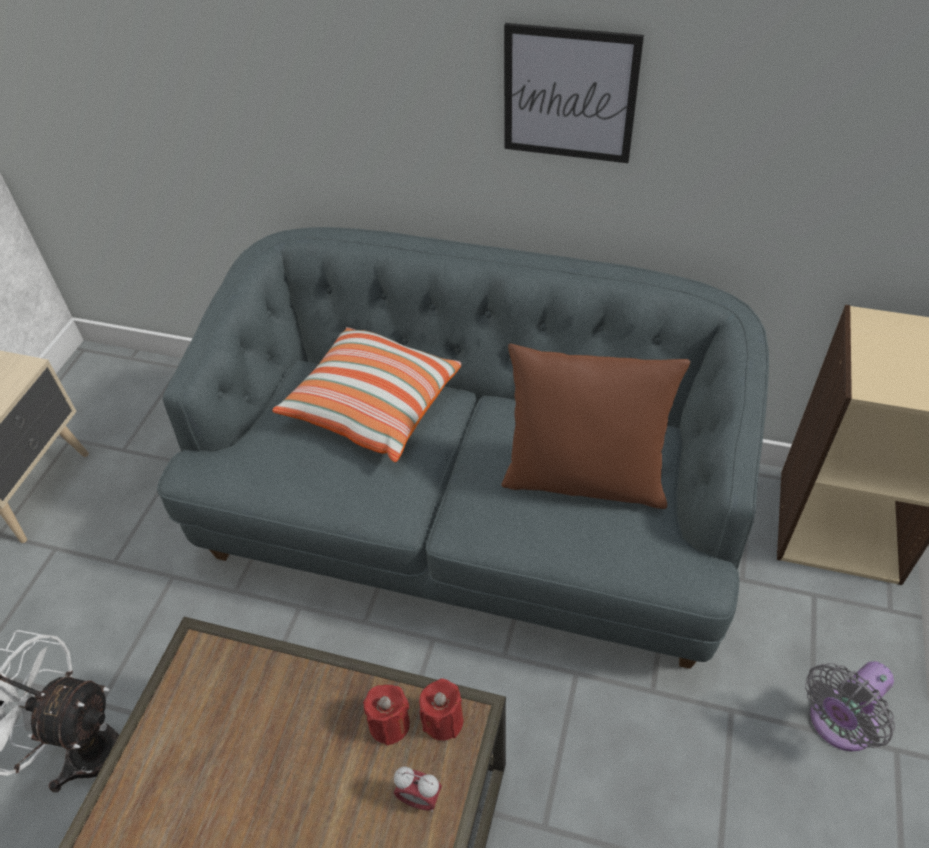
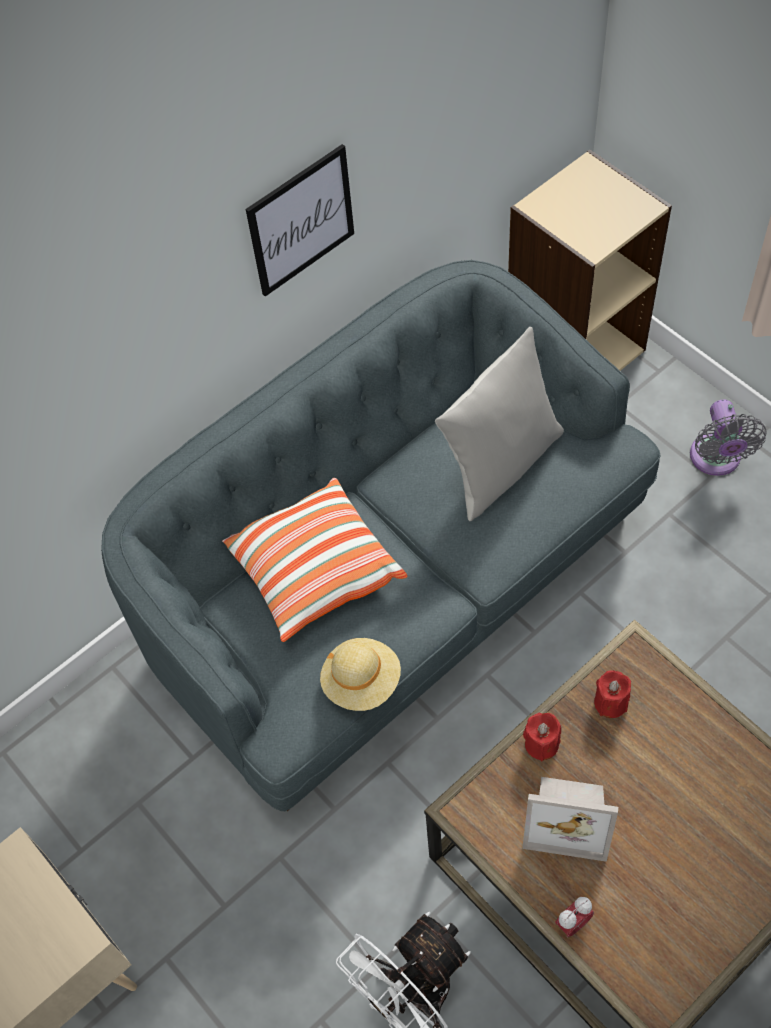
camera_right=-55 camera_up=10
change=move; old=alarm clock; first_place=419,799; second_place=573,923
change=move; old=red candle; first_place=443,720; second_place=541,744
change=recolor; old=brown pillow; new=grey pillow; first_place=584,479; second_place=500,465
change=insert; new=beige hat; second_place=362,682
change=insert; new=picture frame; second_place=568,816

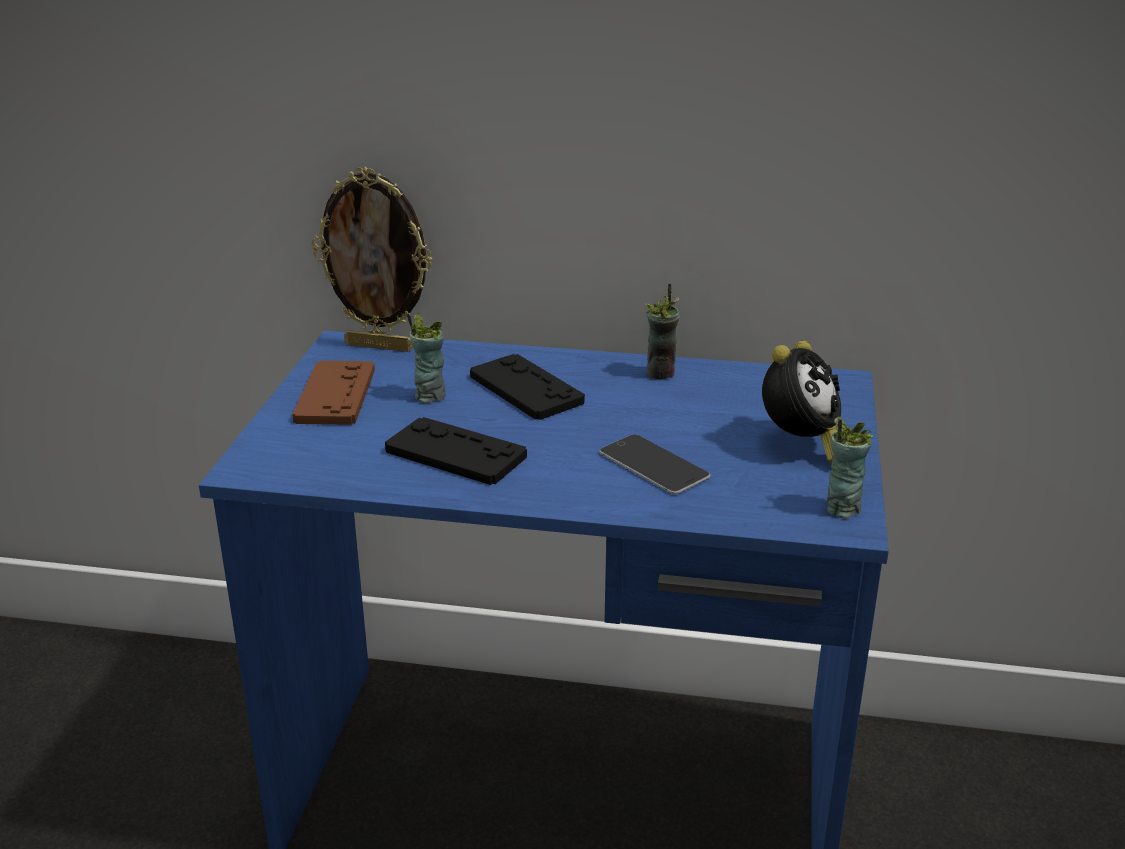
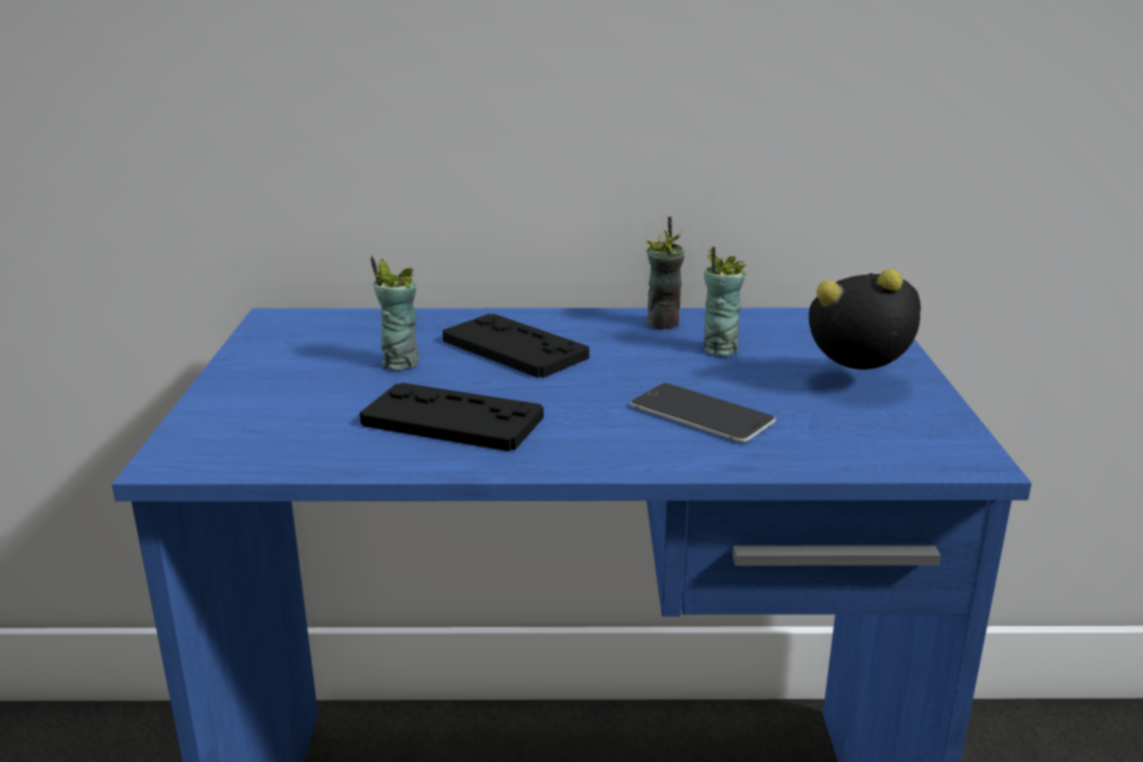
camera_right=-10 camera_up=-5
change=delete; old=brown game controller; first_place=335,395
change=delete; old=picture frame; first_place=380,346
change=rotate; old=alarm clock; first_place=801,446; second_place=860,381; degrees=-105
change=move; old=cup; first_place=842,508; second_place=719,349

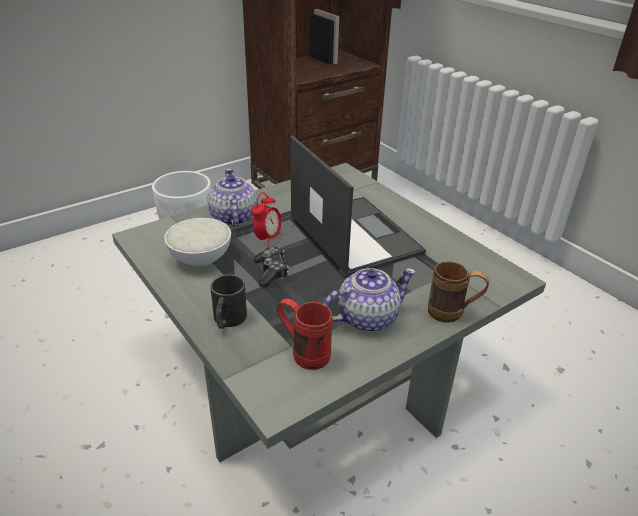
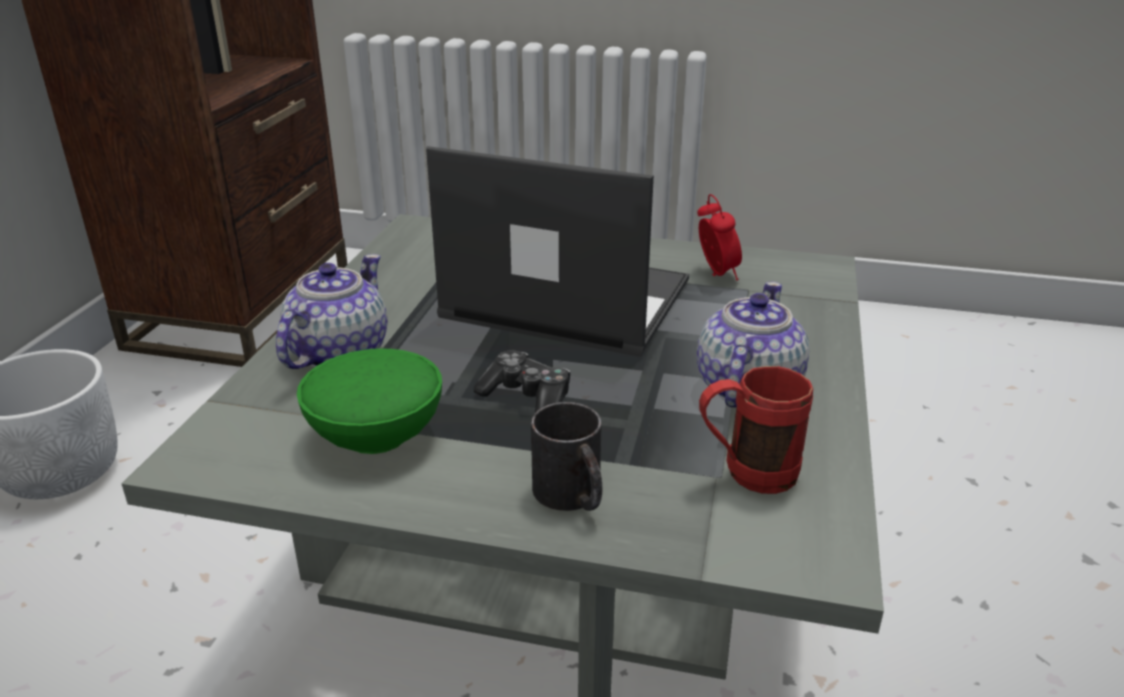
camera_right=-40 camera_up=-5
change=recolor; old=white bowl; new=green bowl; first_place=199,258; second_place=374,436
change=rotate; old=teapot; first_place=233,218; second_place=337,354; degrees=75
change=move; old=alarm clock; first_place=267,238; second_place=716,274
change=delete; old=brown mug; first_place=453,314

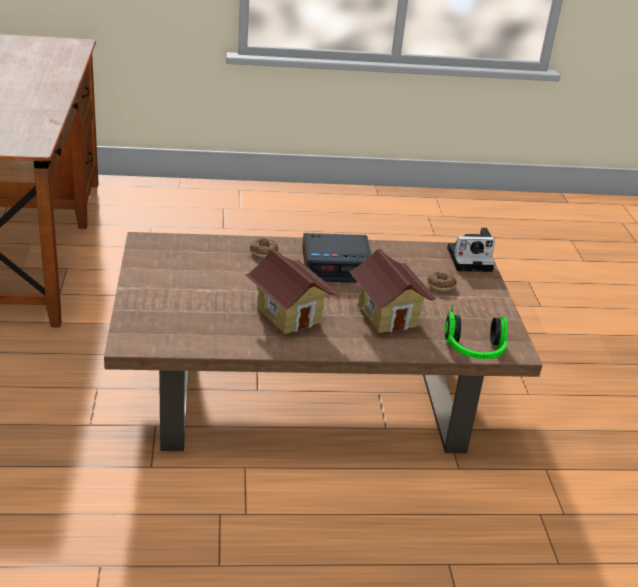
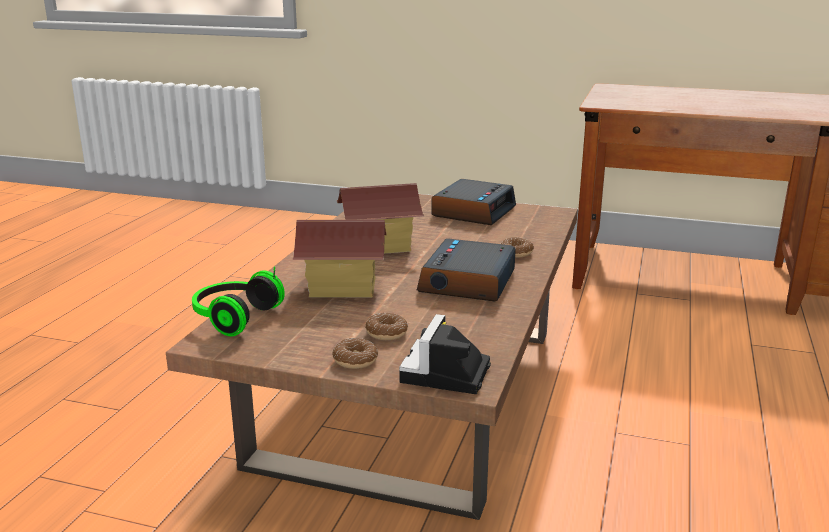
camera_right=115 camera_up=-10
change=insert; new=donut; second_place=355,360
change=insert; new=alarm clock; second_place=473,211

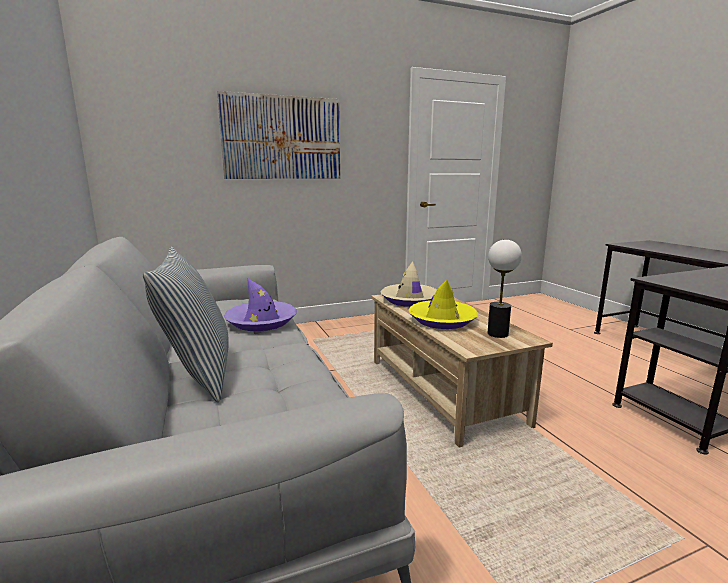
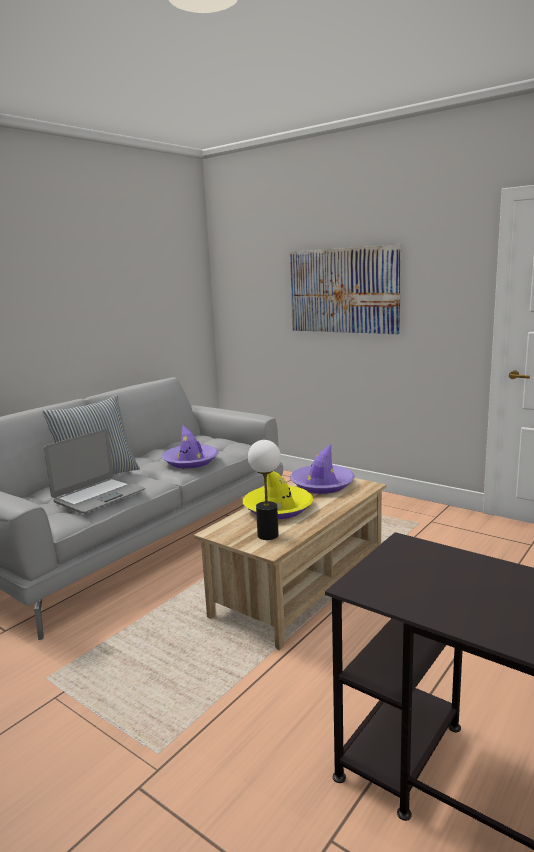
camera_right=60 camera_up=0
change=recolor; old=beige hat; new=purple hat; first_place=409,300; second_place=322,485
change=insert; new=laptop; second_place=99,496

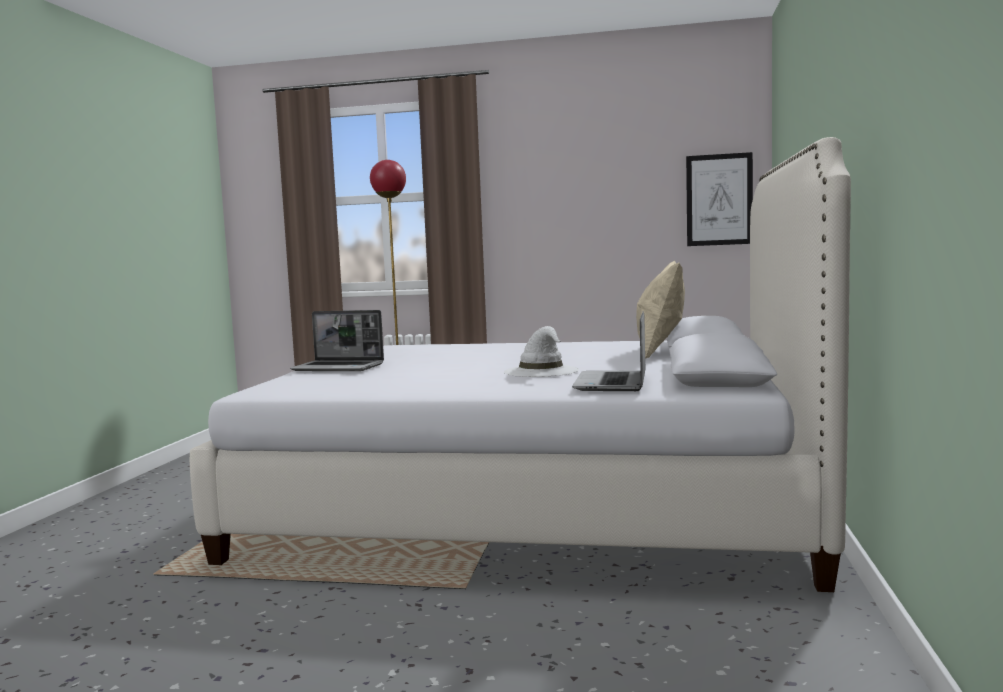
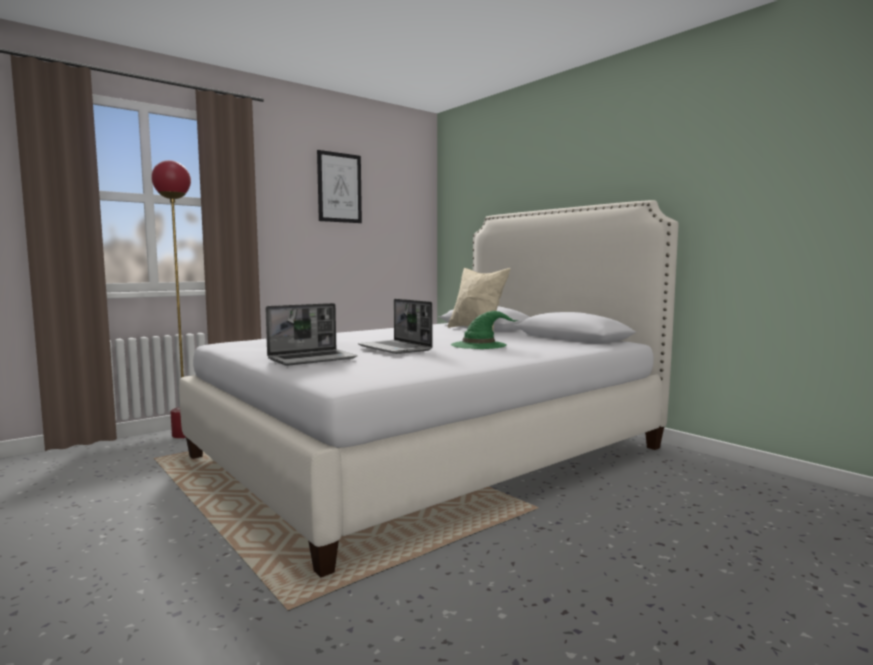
camera_right=-50 camera_up=0
change=recolor; old=white hat; new=green hat; first_place=542,371; second_place=479,345
change=move; old=laptop; first_place=612,383; second_place=396,348
change=move; old=picture; first_place=719,200; second_place=339,187

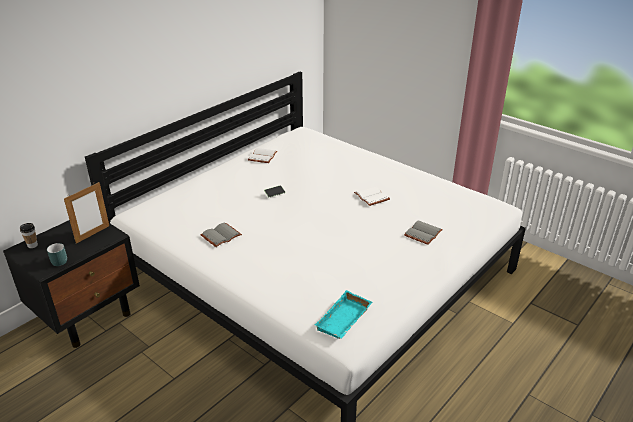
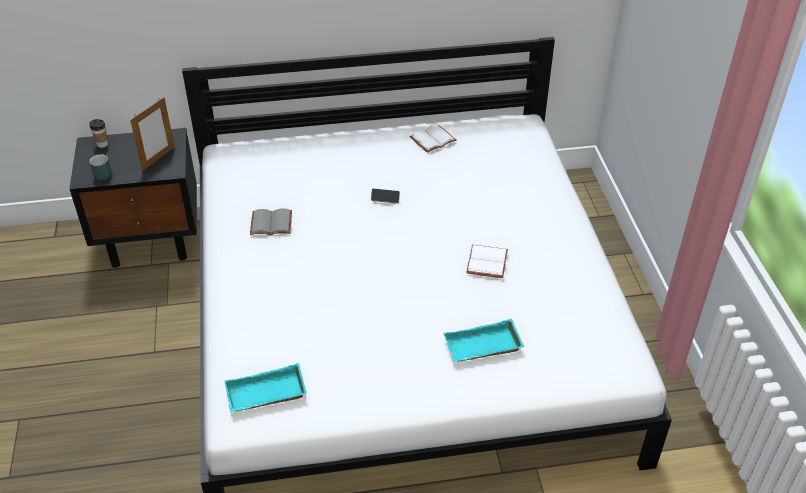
camera_right=40 camera_up=10
change=rotate; old=picture frame; first_place=92,234; second_place=158,158; degrees=-45
change=replace; old=grey book; new=turquoise tray; first_place=423,234; second_place=482,348

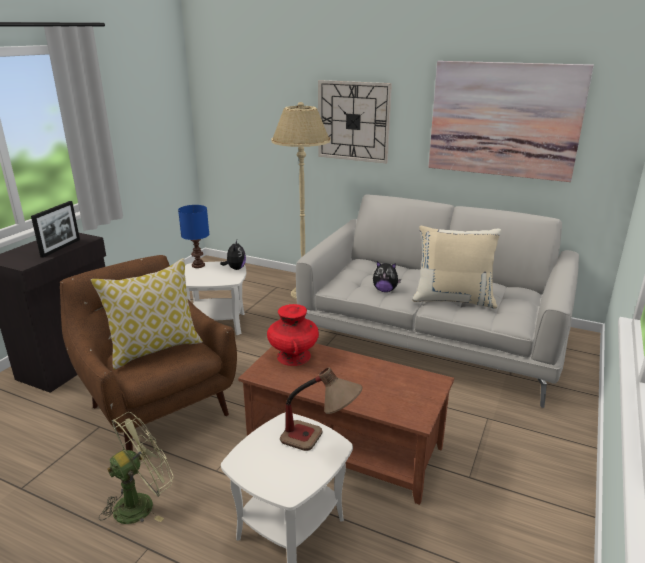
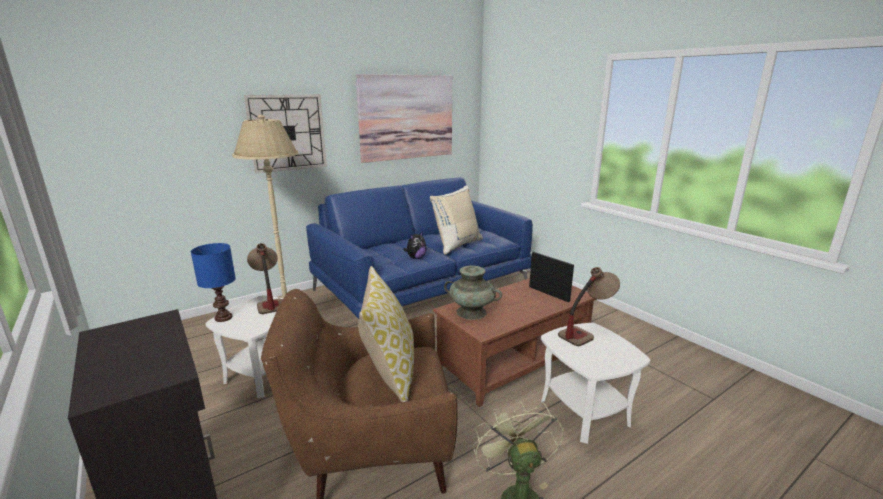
camera_right=-60 camera_up=-5
change=move; old=picture frame; first_place=61,248; second_place=548,294
change=replace; old=plush toy; new=table lamp; first_place=235,268; second_place=269,301
change=recolor; old=red vase; new=turquoise vase; first_place=293,356; second_place=471,312
change=recolor; old=grey sofa; new=blue sofa; first_place=432,337; second_place=423,288

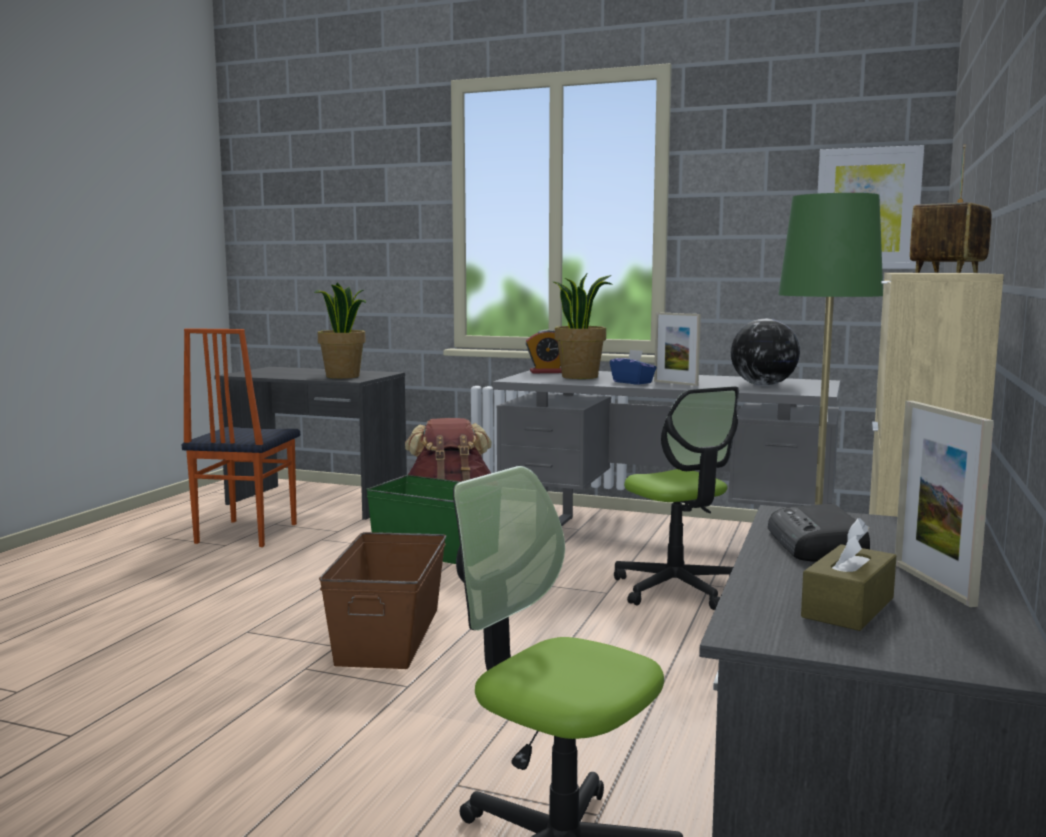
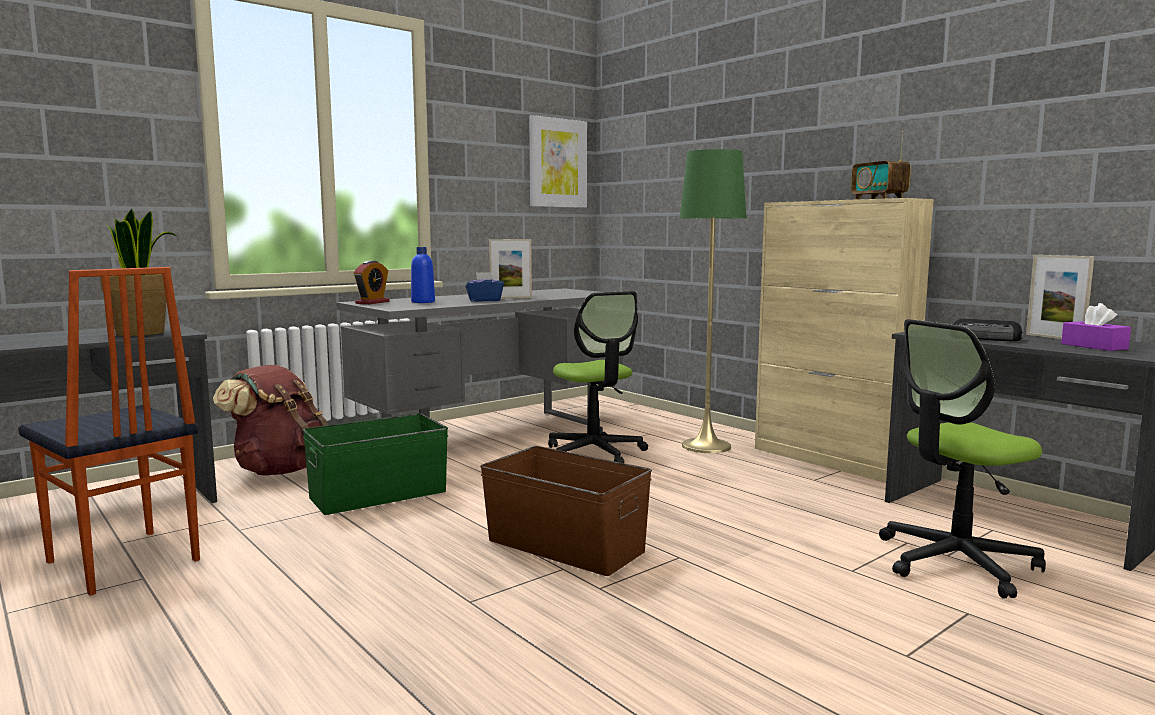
camera_right=-60 camera_up=0
change=replace; old=potted plant; new=blue bottle; first_place=580,377; second_place=423,302
change=rotate; old=office chair; first_place=677,588; second_place=595,453; degrees=60
change=delete; old=globe; first_place=763,385
change=recolor; old=brown tissue box; new=purple tissue box; first_place=848,607; second_place=1094,346
change=rotate; old=picture frame; first_place=933,584; second_place=1054,338; degrees=45

